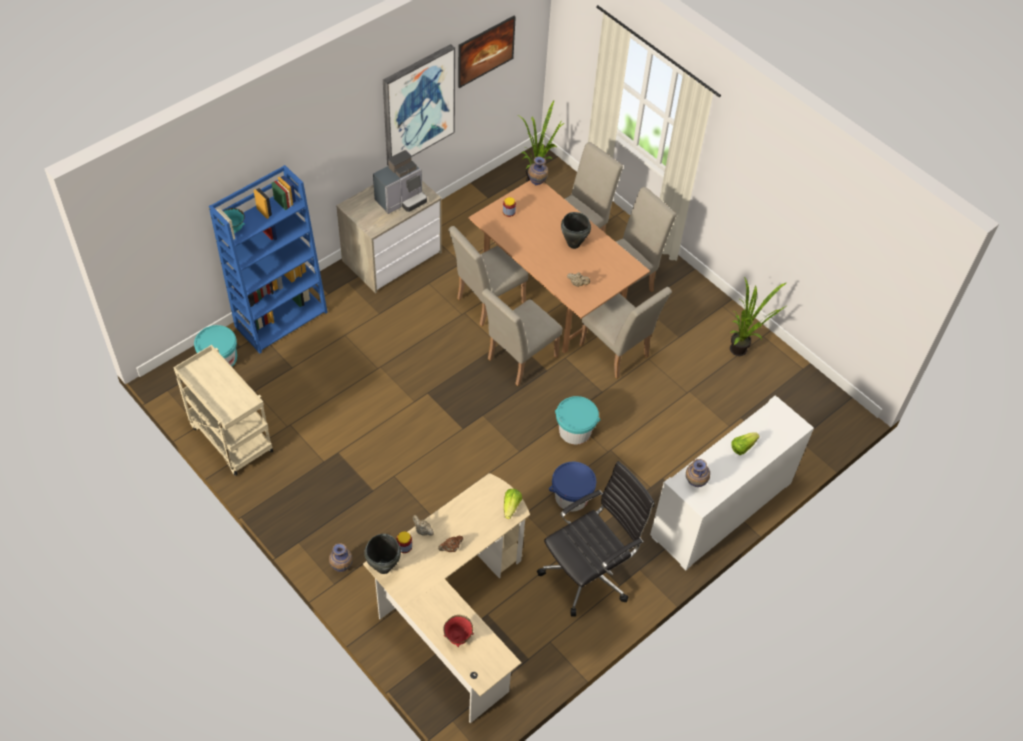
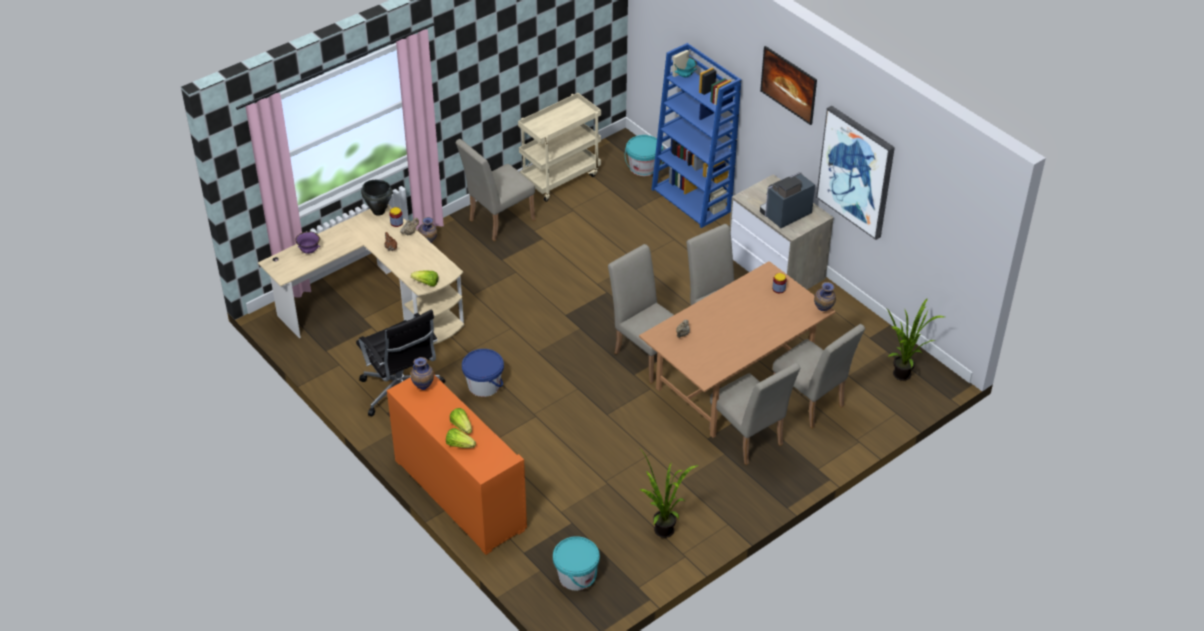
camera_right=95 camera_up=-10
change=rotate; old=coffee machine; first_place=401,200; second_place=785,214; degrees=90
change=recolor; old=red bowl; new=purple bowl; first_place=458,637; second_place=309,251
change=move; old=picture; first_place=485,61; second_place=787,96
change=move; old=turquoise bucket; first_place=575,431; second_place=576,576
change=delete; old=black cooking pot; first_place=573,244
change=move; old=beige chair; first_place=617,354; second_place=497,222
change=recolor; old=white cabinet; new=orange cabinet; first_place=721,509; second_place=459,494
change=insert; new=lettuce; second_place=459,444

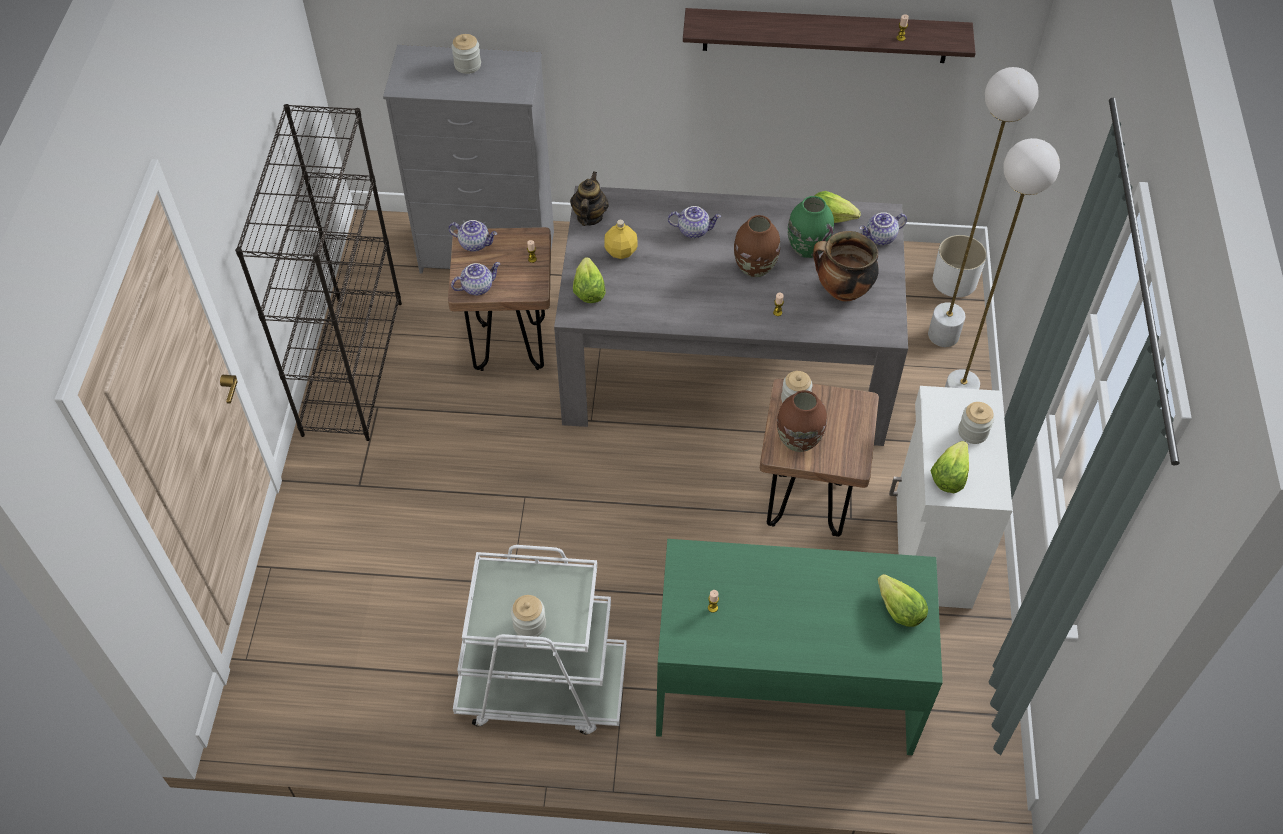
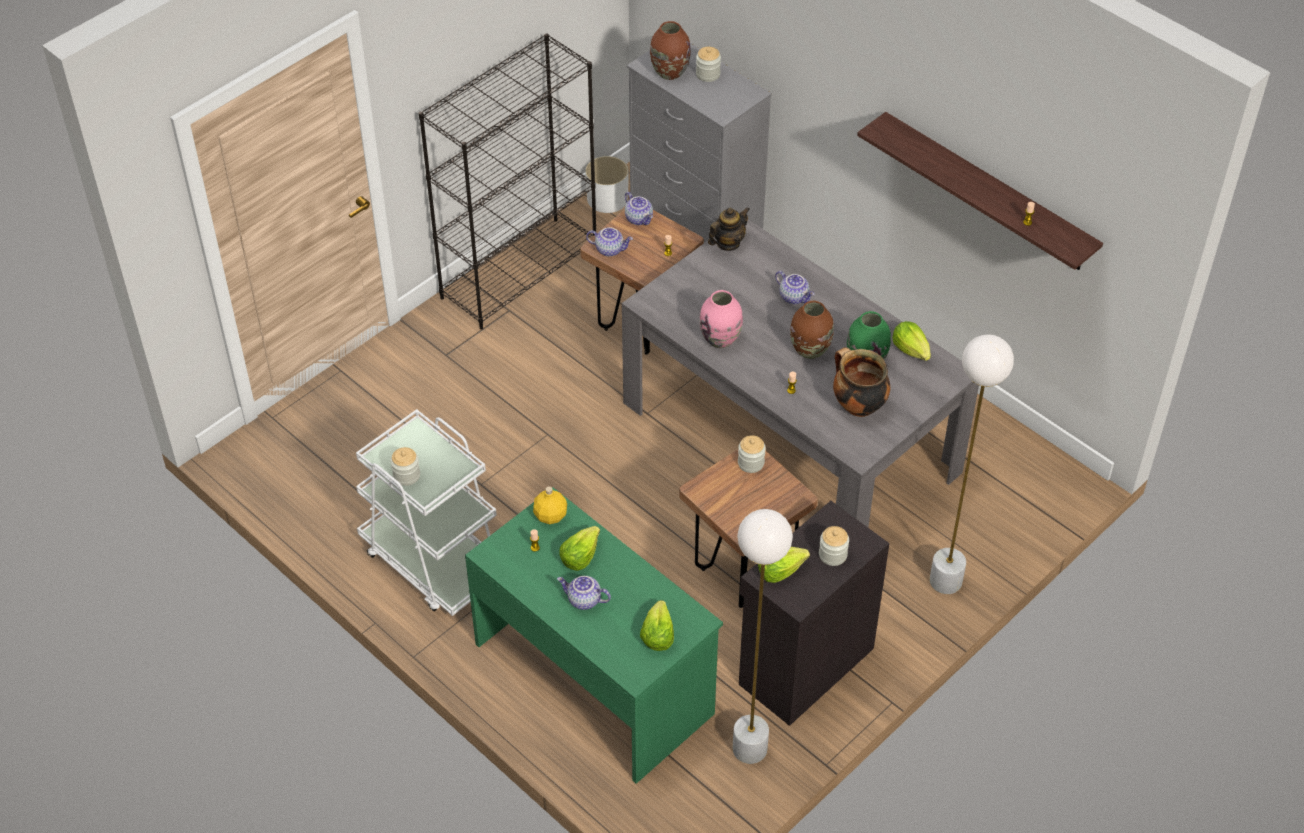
camera_right=40 camera_up=-5
change=move; old=lettuce; first_place=588,290; second_place=580,556
change=move; old=yellow bottle; first_place=620,251; second_place=550,515
change=move; old=brown vase; first_place=798,440; second_place=669,72
change=move; old=teapot; first_place=880,238; second_place=583,600
change=recolor; old=white cabinet; new=black cabinet; first_place=930,549; second_place=804,665
change=move; old=white floor lamp; first_place=943,335; second_place=749,749
change=move; old=white planter; first_place=955,281; second_place=607,199
change=insert; new=pink vase; second_place=720,339

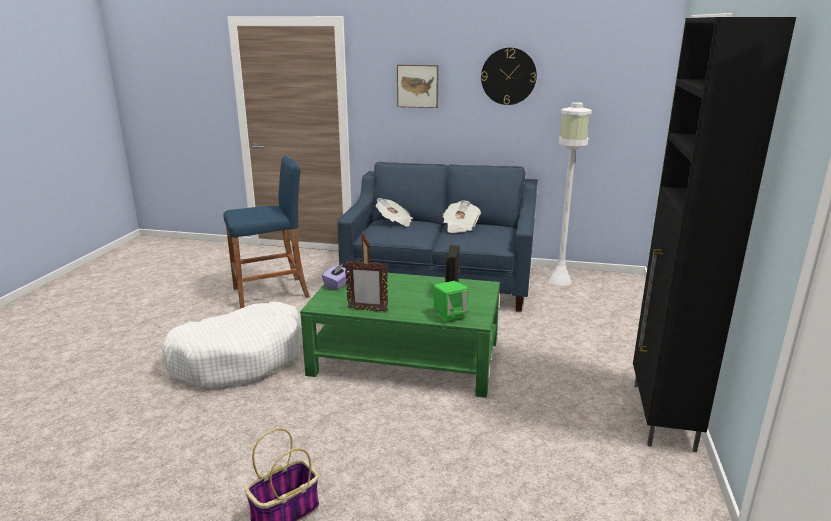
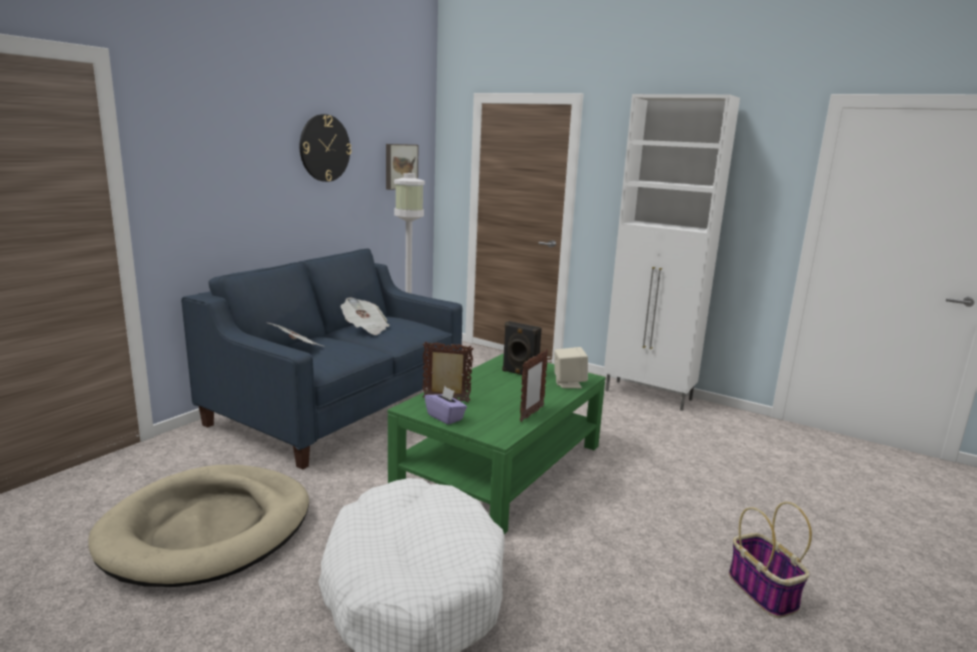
camera_right=-70 camera_up=-5
change=replace; old=blue stool; new=beige dog bed; first_place=270,293; second_place=208,529
change=move; old=picture; first_place=418,86; second_place=400,166
change=recolor; old=green speaker; new=beige speaker; first_place=450,315; second_place=568,383
change=recolor; old=black cabinet; new=white cabinet; first_place=662,417; second_place=649,395

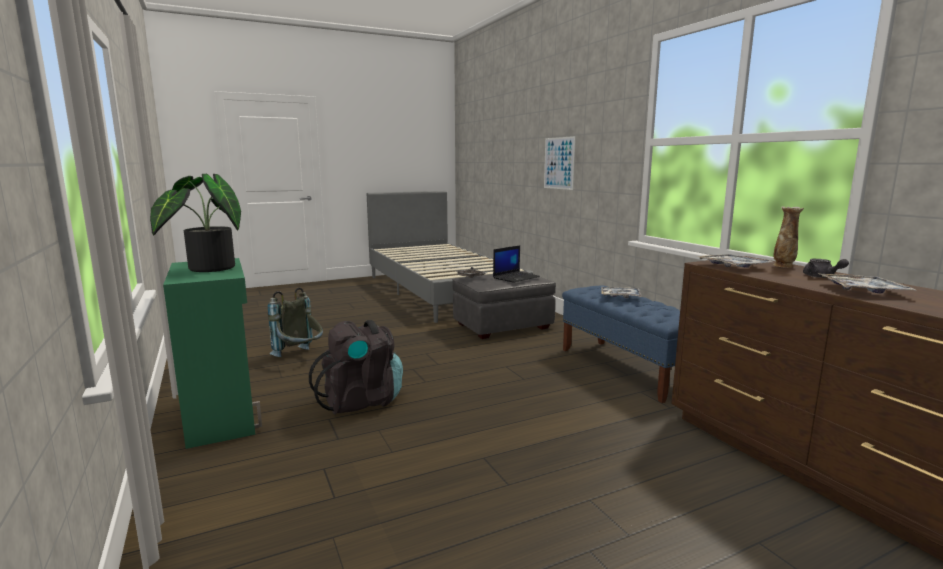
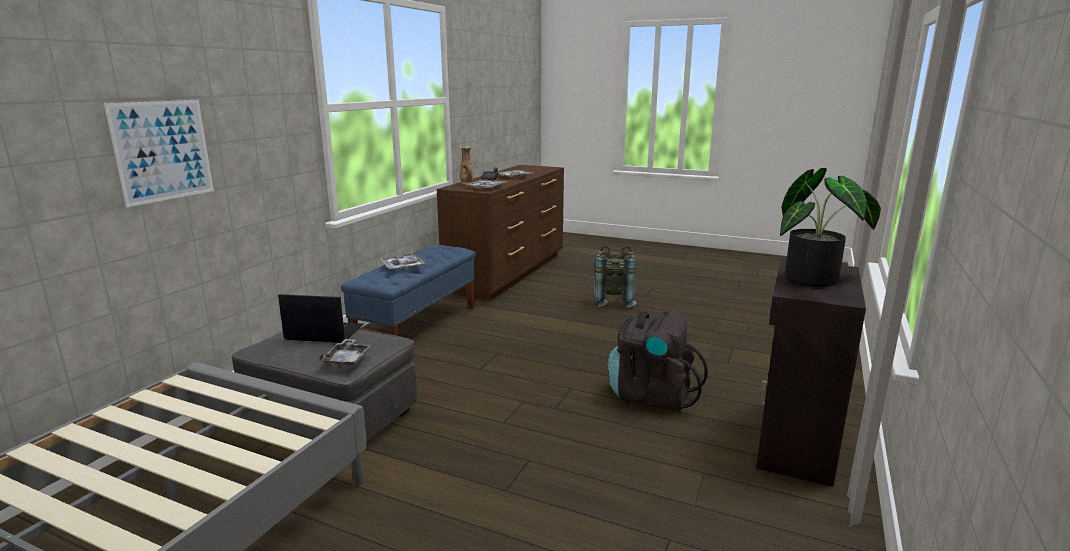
camera_right=-130 camera_up=5
change=recolor; old=green cabinet; new=black cabinet; first_place=222,415; second_place=793,442
change=move; old=grey backpack; first_place=300,357; second_place=612,301

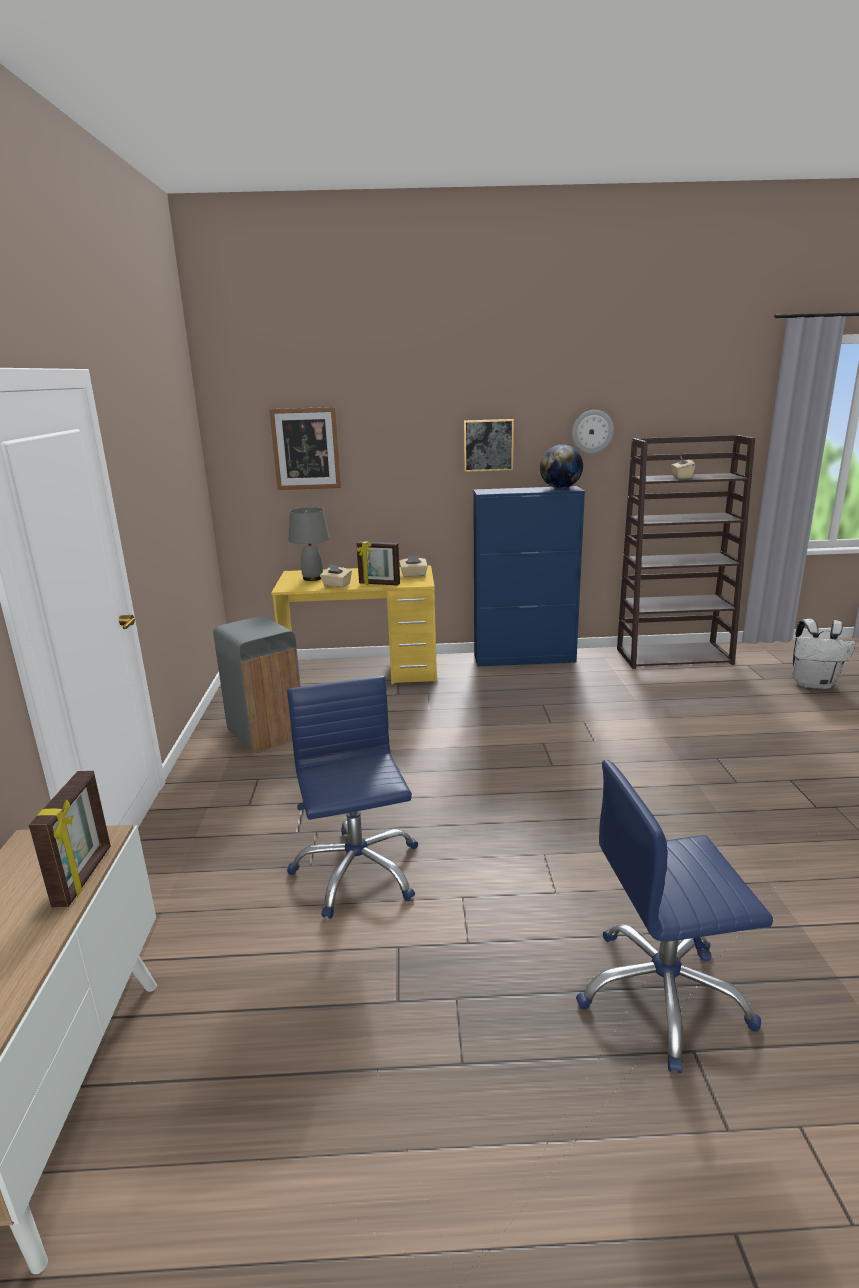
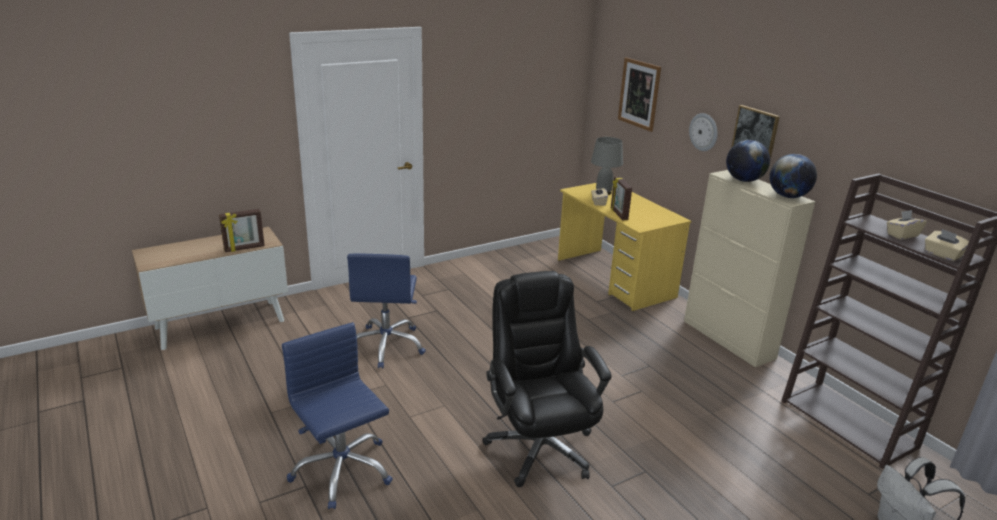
camera_right=60 camera_up=5
change=delete; old=grey trash can; first_place=266,733
change=rotate; old=blue office chair; first_place=357,871; second_place=387,345; degrees=135
change=move; old=beige tissue box; first_place=413,575; second_place=942,255
change=recolor; old=blue cabinet; new=beige cabinet; first_place=525,658; second_place=728,339
change=move; old=wall clock; first_place=592,431; second_place=704,132
change=insert; new=black office chair; second_place=540,447
change=insert; new=globe; second_place=744,180

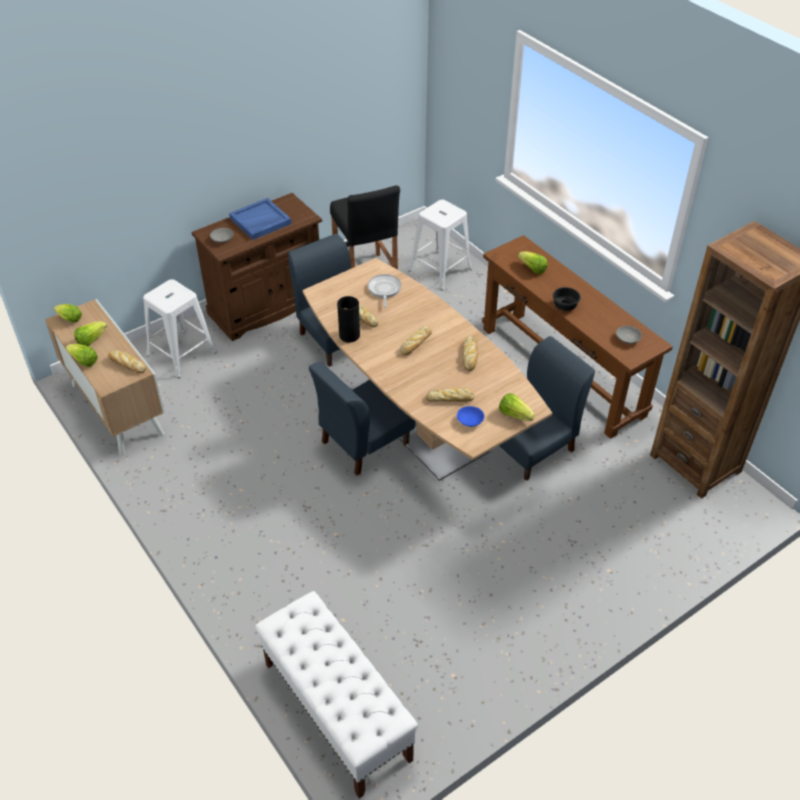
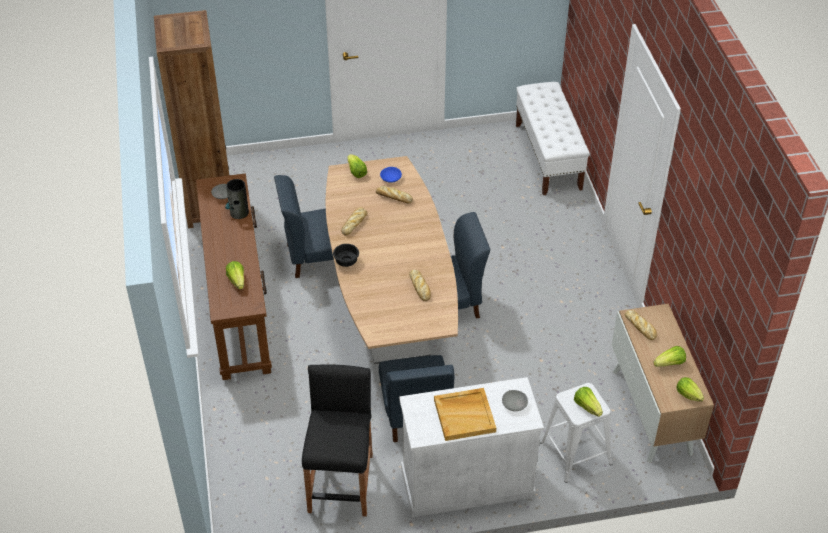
camera_right=-155 camera_up=0
change=move; old=lettuce; first_place=83,361; second_place=587,407
change=recolor; old=brown cabinet; new=white cabinet; first_place=267,306; second_place=467,482
change=recolor; old=blue tray; new=beige tray; first_place=260,221; second_place=465,415
change=move; old=vase; first_place=349,335; second_place=239,213
change=delete; old=frying pan; first_place=384,290
change=delete; old=bread; first_place=415,344
change=delete; old=white stool; first_place=440,270
change=move; old=black bowl; first_place=564,306; second_place=347,261

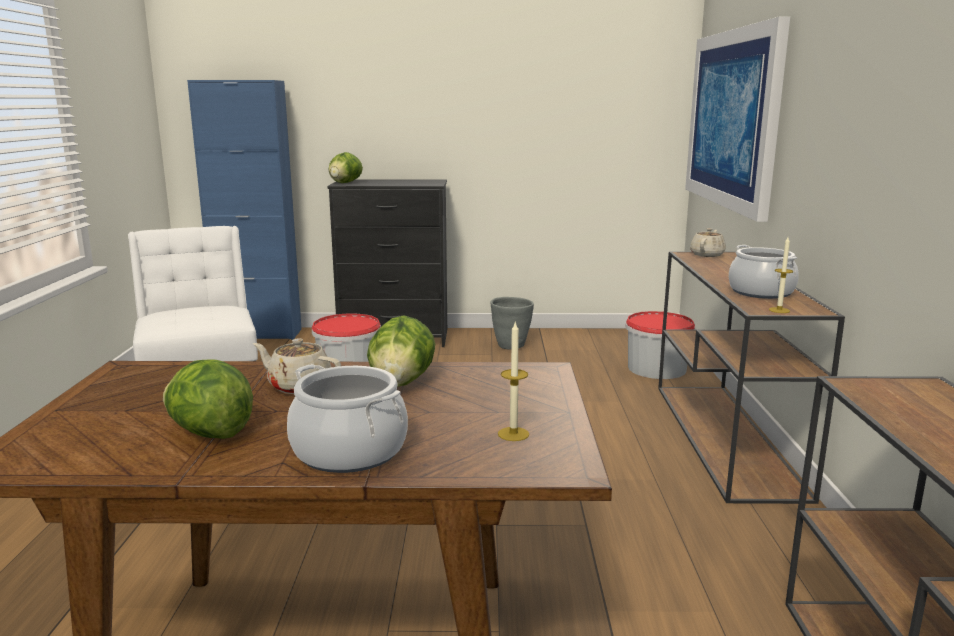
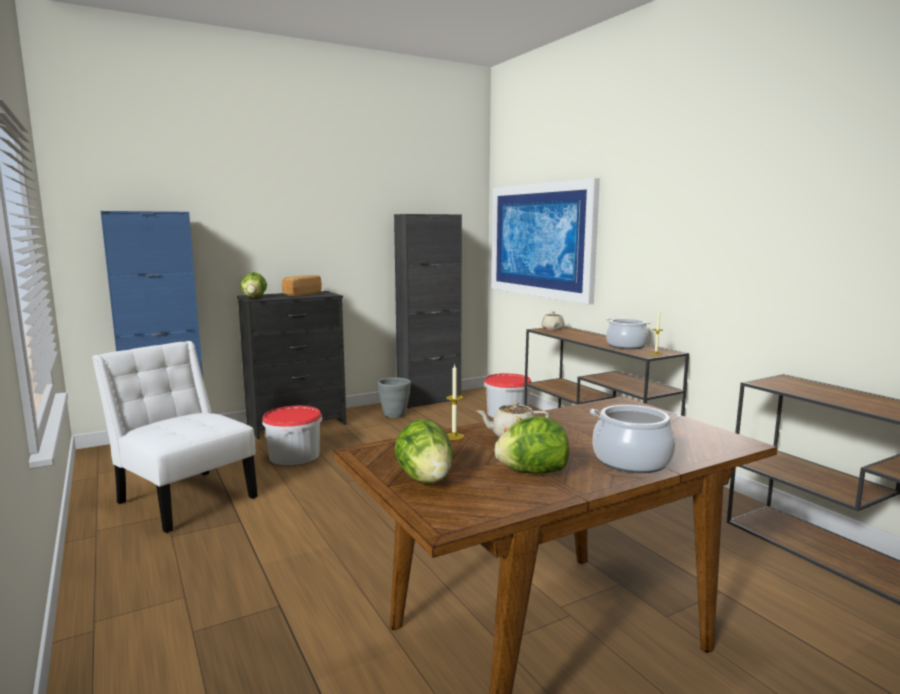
camera_right=-30 camera_up=-5
change=move; old=lettuce; first_place=402,382; second_place=425,479
change=move; old=candle; first_place=513,434; second_place=454,436
change=insert; new=bread; second_place=301,294
change=insert; new=black cabinet; second_place=429,401

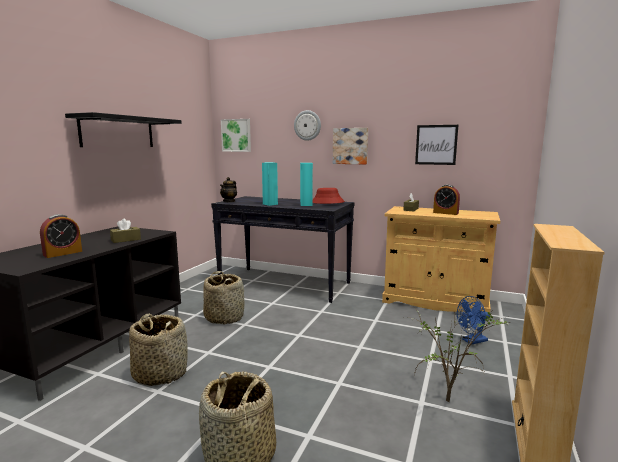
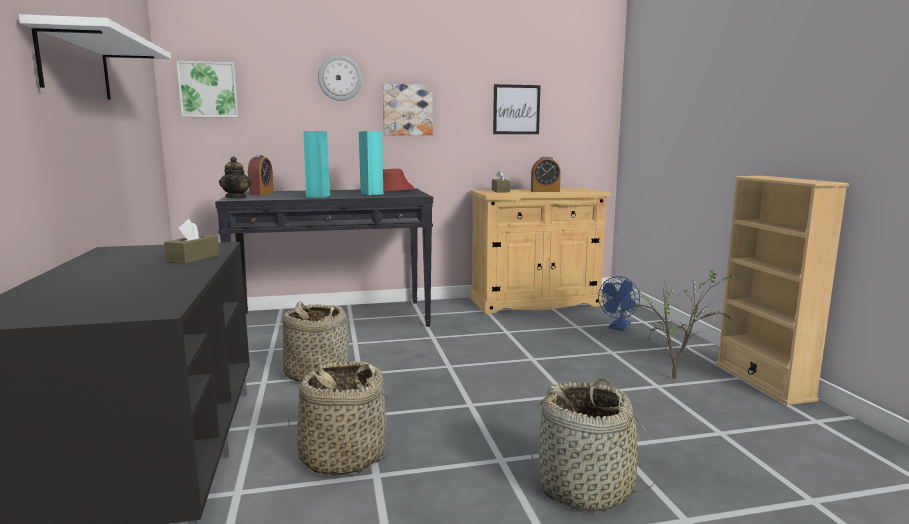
camera_right=-35 camera_up=0
change=move; old=alarm clock; first_place=63,253; second_place=261,193
change=recolor; old=black shelf; new=white shelf; first_place=118,132; second_place=75,65

